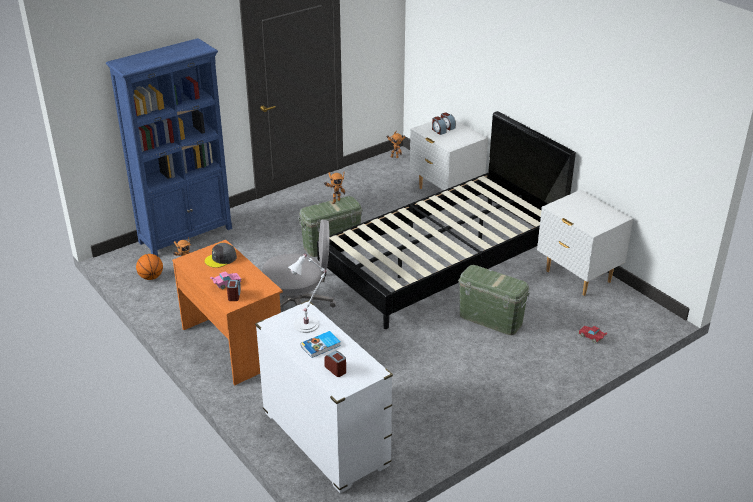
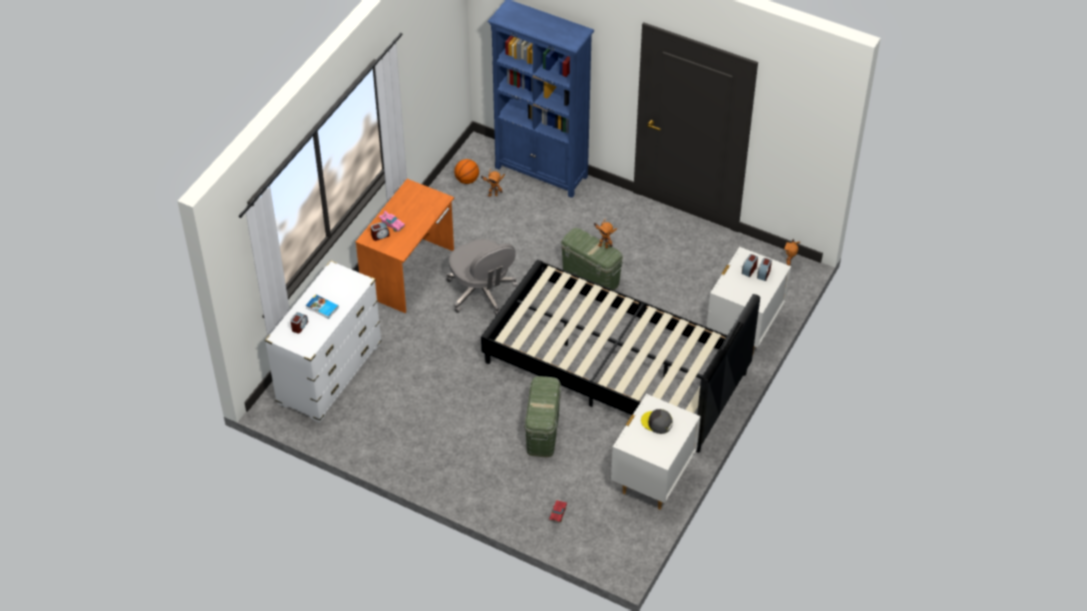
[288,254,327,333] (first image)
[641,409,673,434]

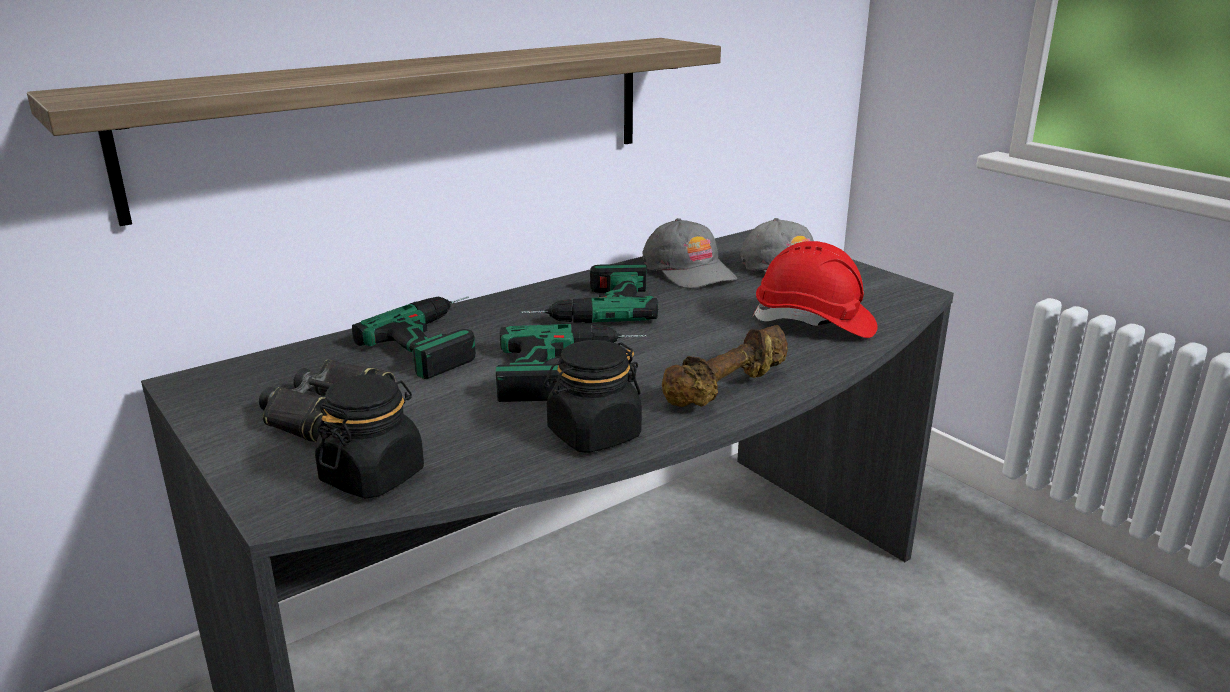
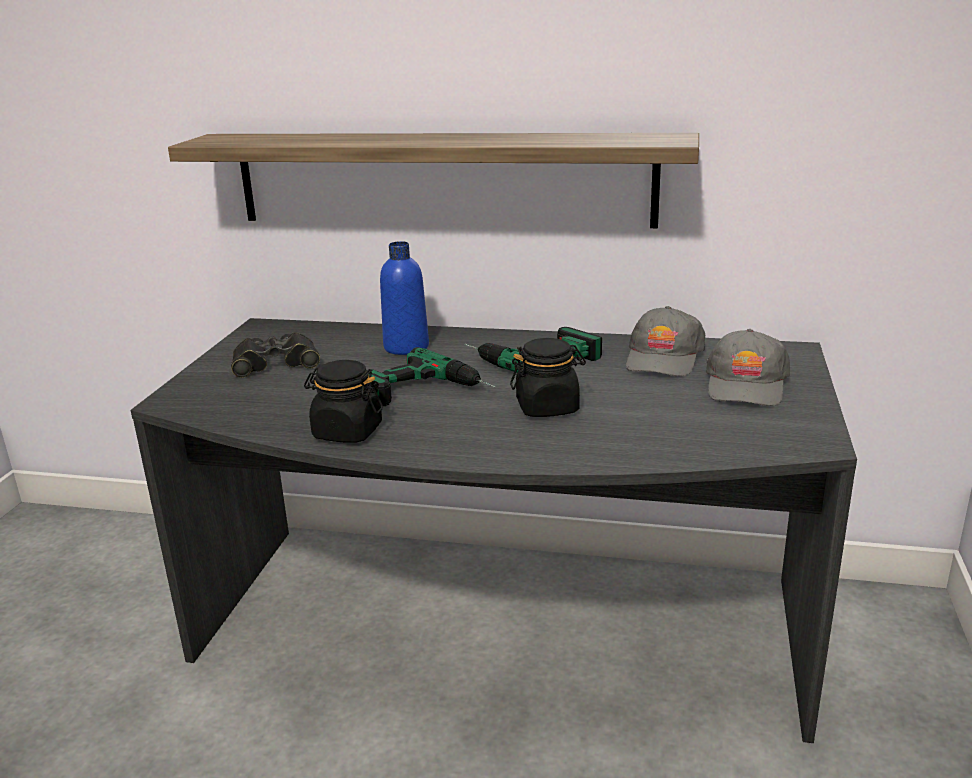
[662,325,788,407] (first image)
[753,241,878,338] (first image)
[510,338,586,417]
[380,241,429,355]

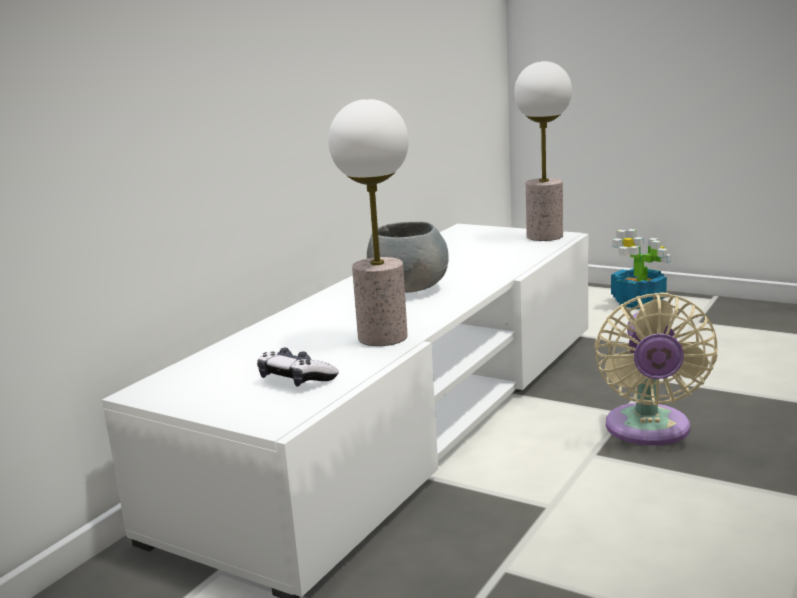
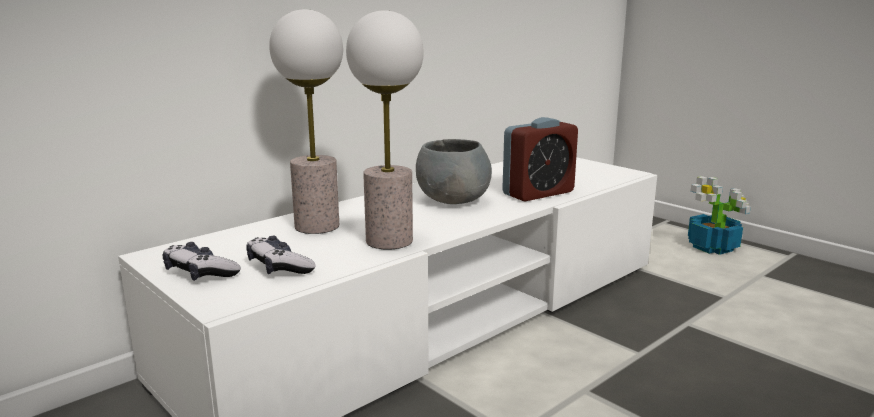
[595,292,718,445] (first image)
[163,242,241,281]
[502,117,578,202]
[269,9,343,234]

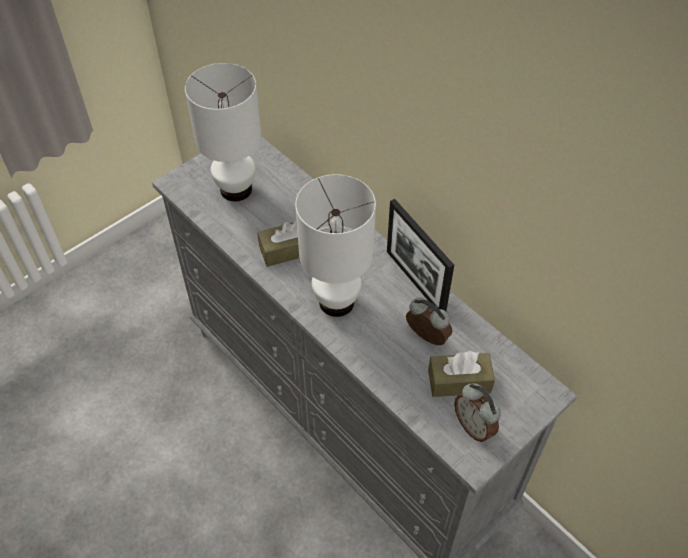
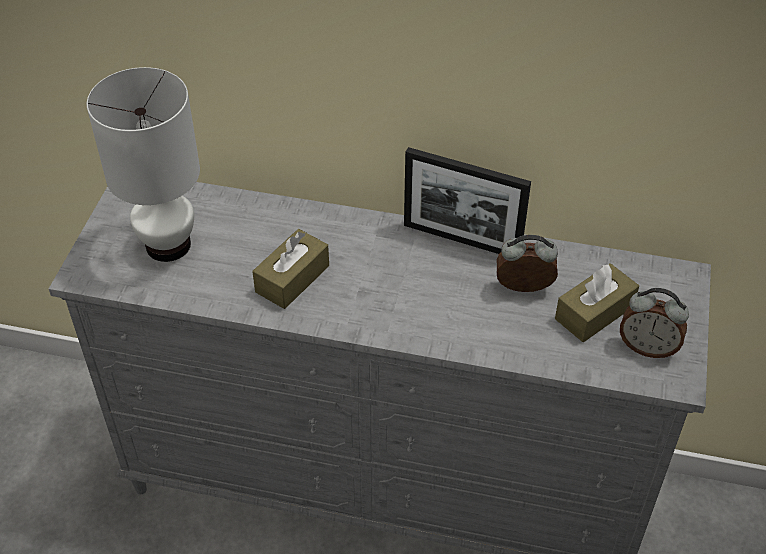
[295,174,376,317] (first image)

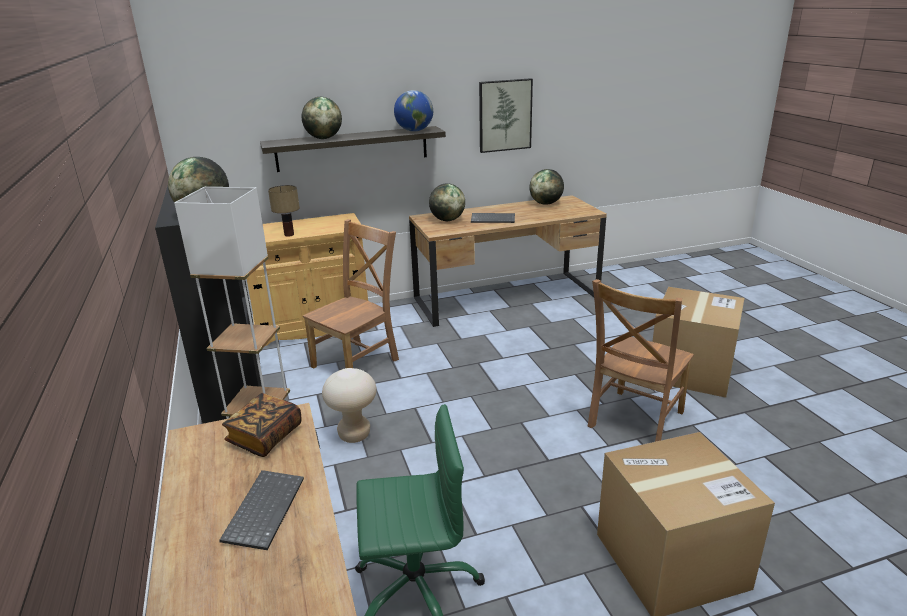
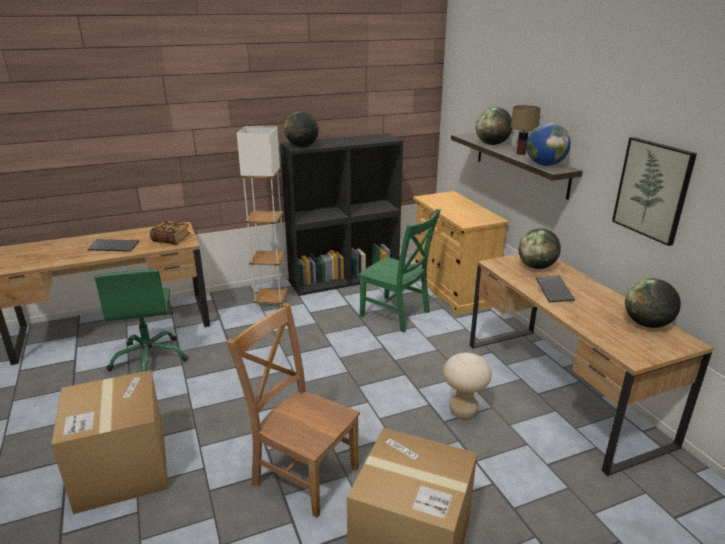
[511,105,541,155]
[443,353,492,419]
[359,209,441,333]

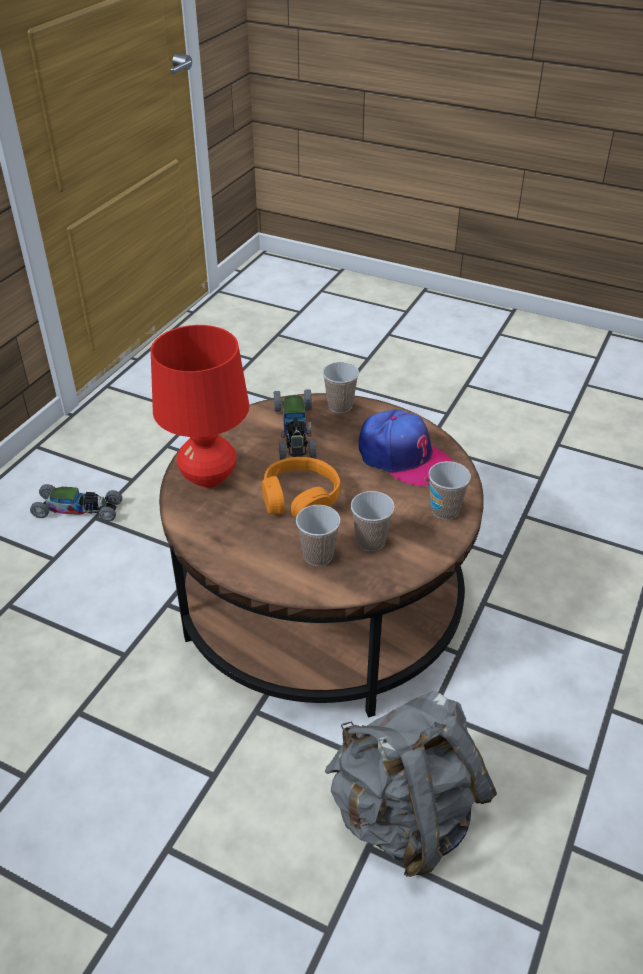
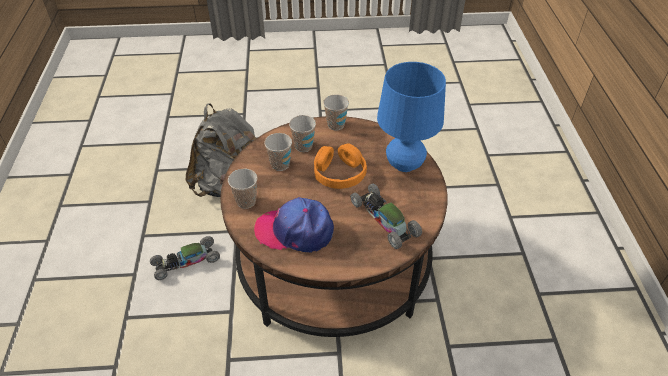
[150,236,220,280]
[323,94,349,130]
[377,62,446,172]

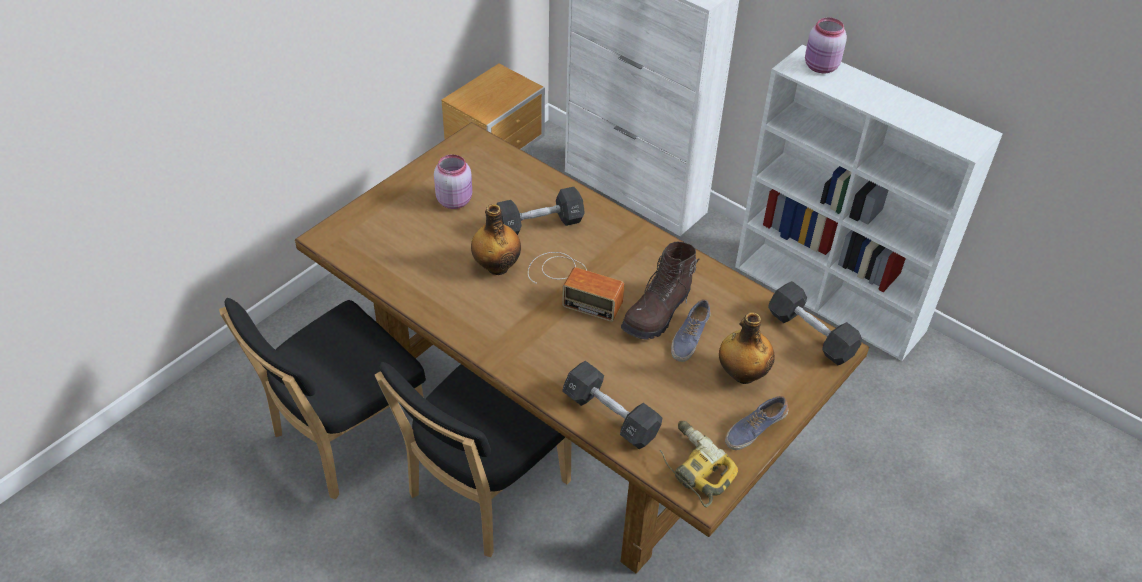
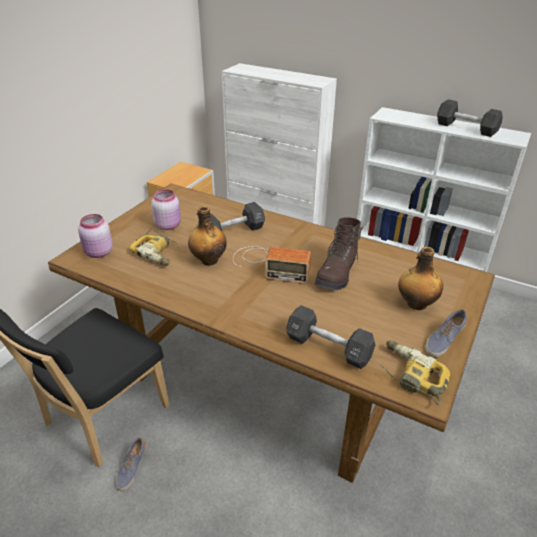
[375,362,571,557] (first image)
[129,228,180,266]
[116,437,147,491]
[437,99,503,137]
[78,214,113,258]

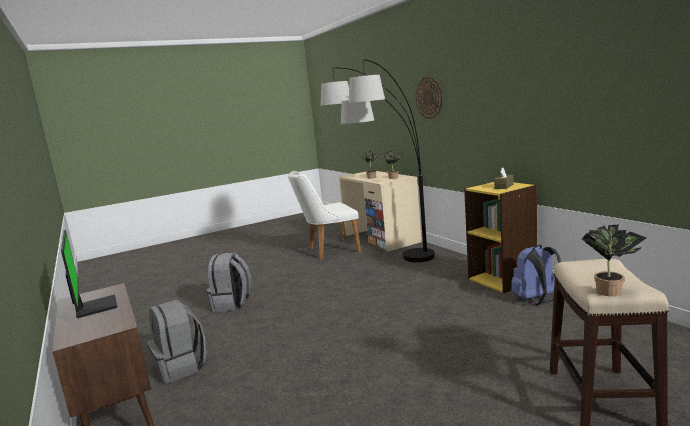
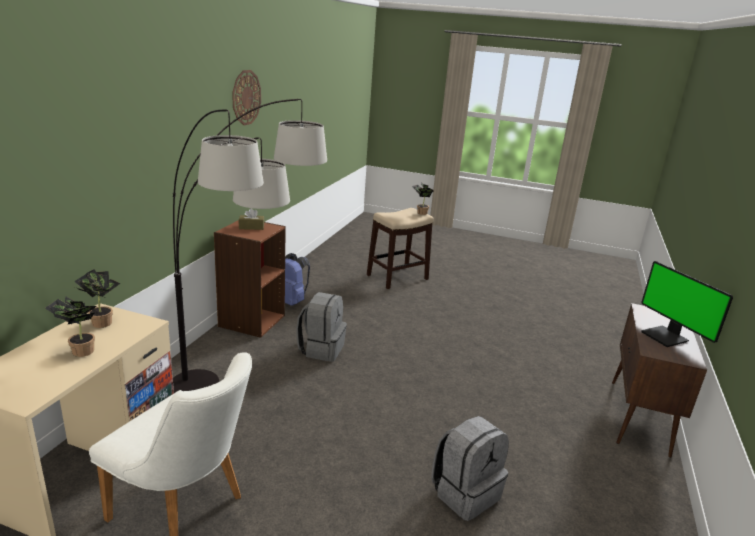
[296,292,347,362]
[232,70,261,125]
[214,220,286,338]
[641,261,733,347]

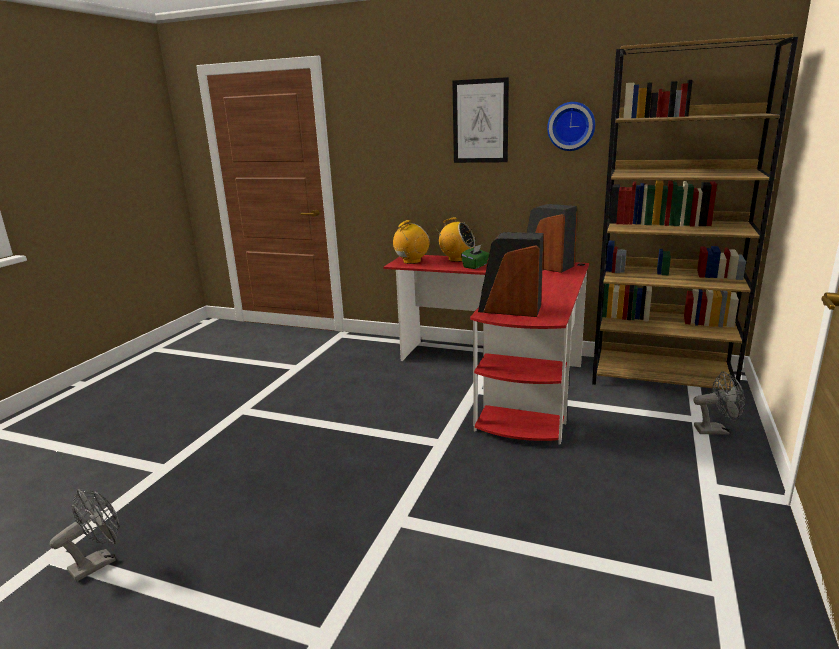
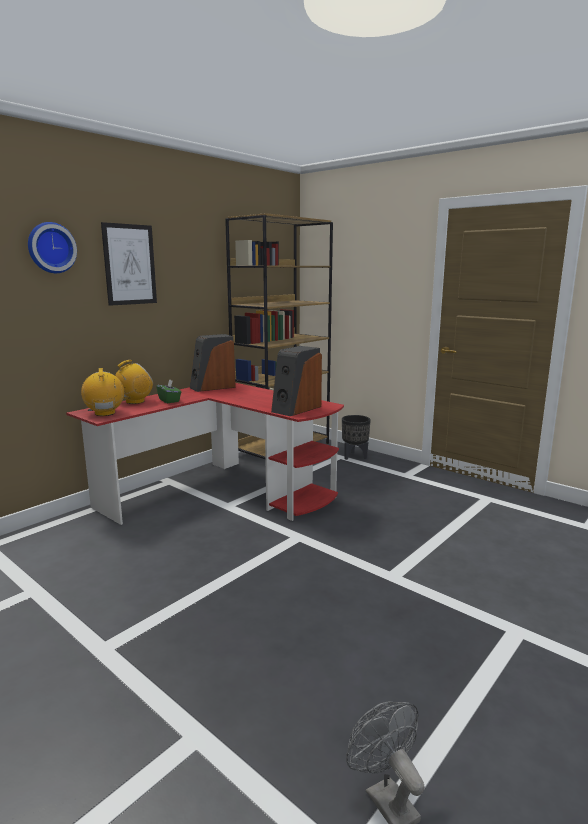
[28,222,77,273]
[342,415,371,460]

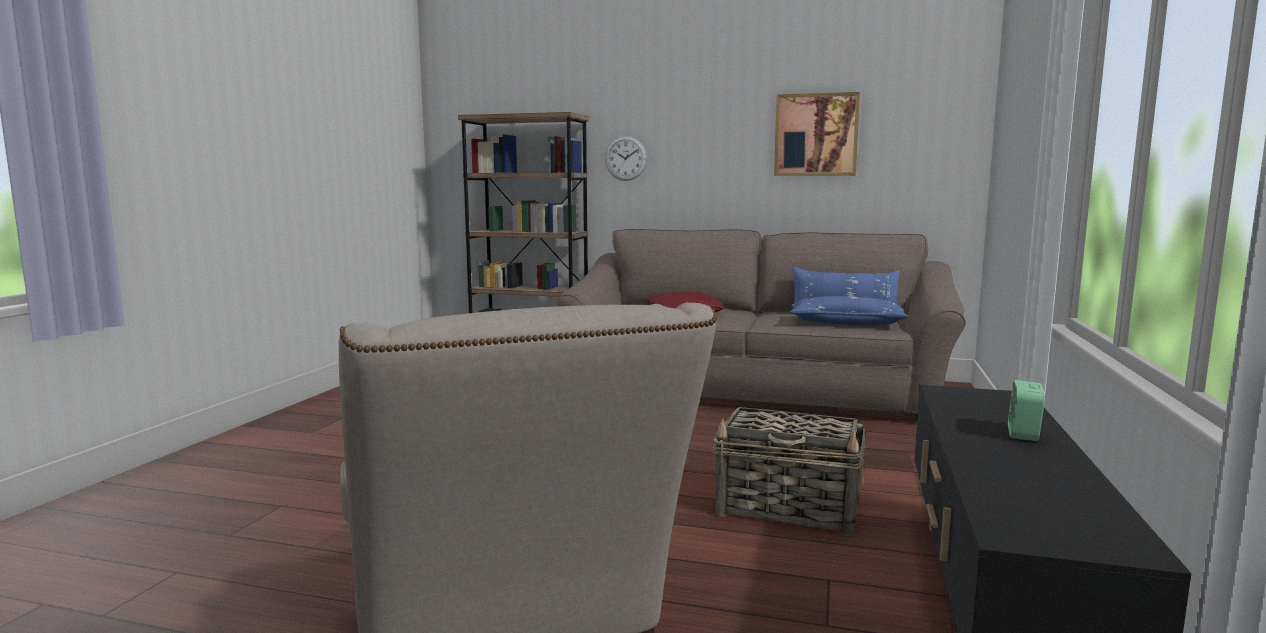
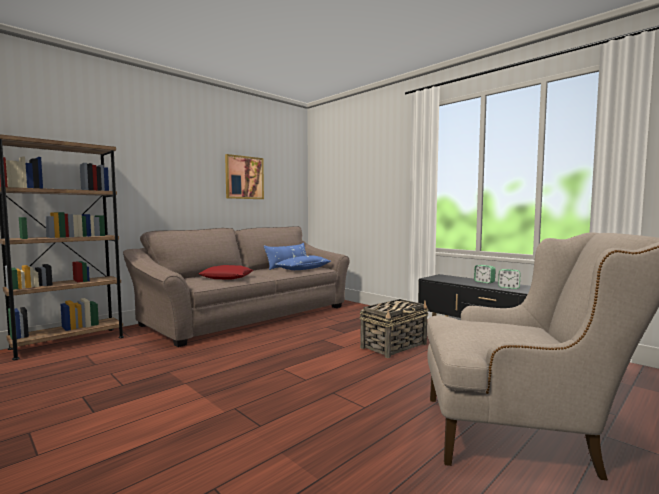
[605,136,647,181] (first image)
[498,269,520,289]

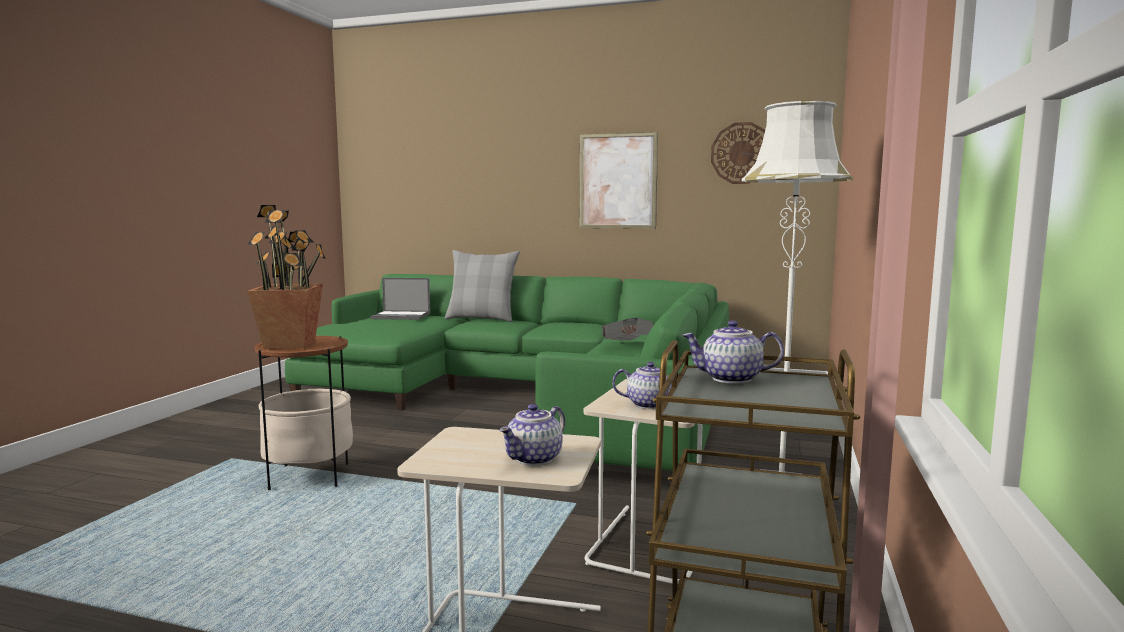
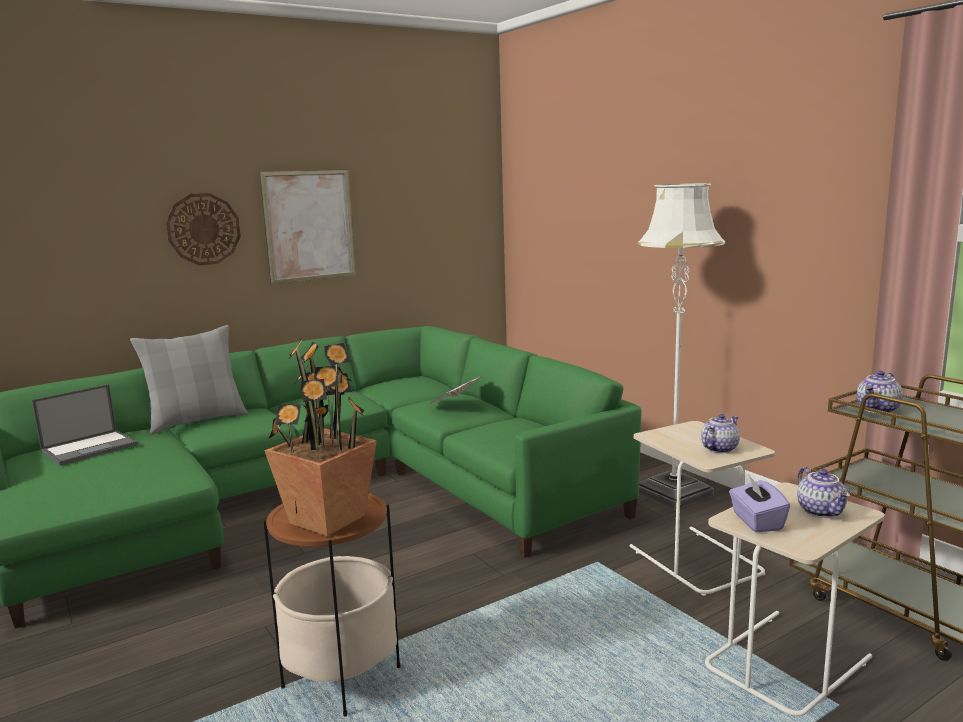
[729,474,790,532]
[166,193,241,265]

